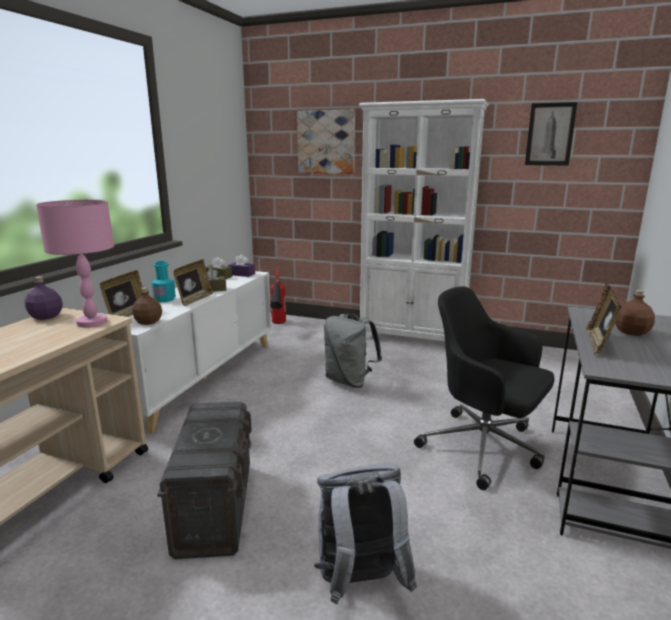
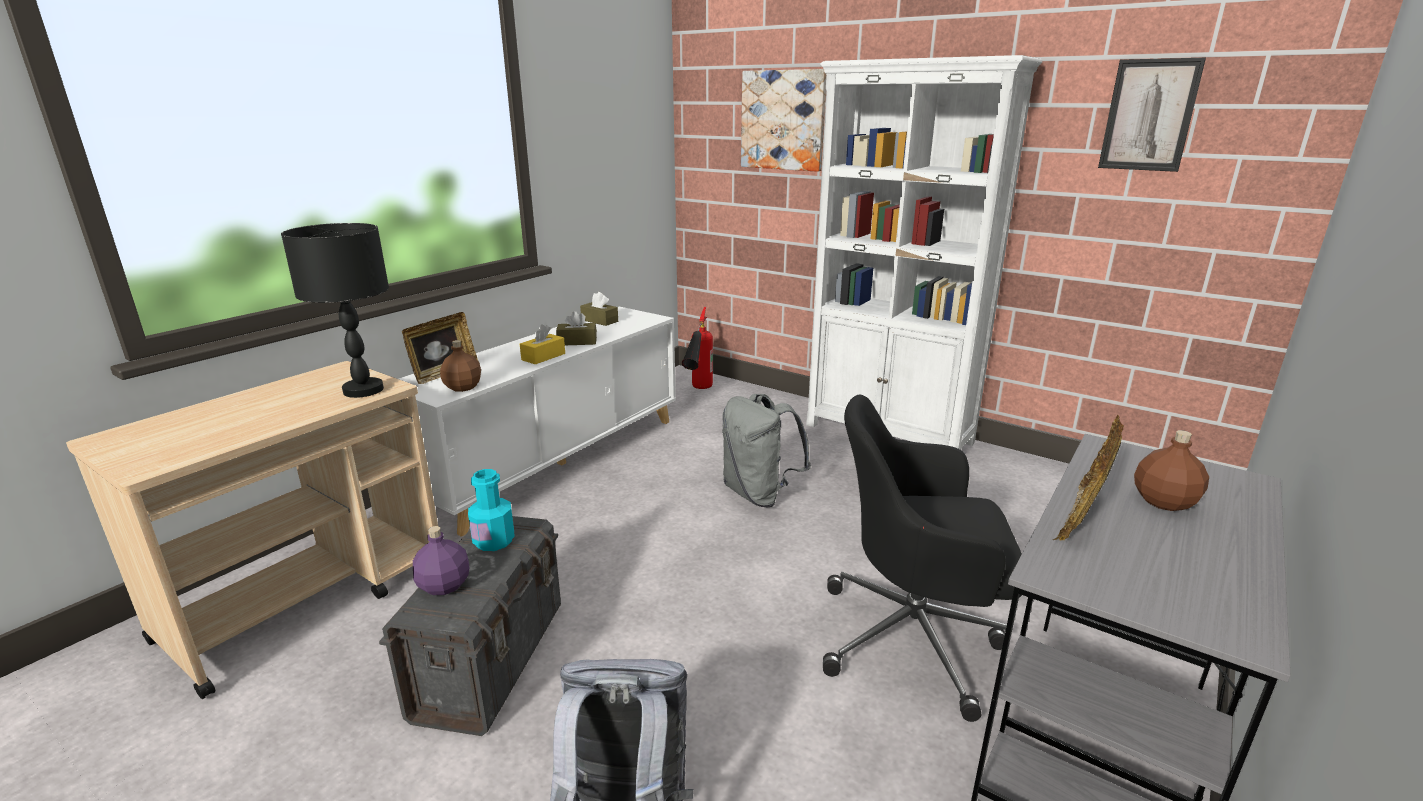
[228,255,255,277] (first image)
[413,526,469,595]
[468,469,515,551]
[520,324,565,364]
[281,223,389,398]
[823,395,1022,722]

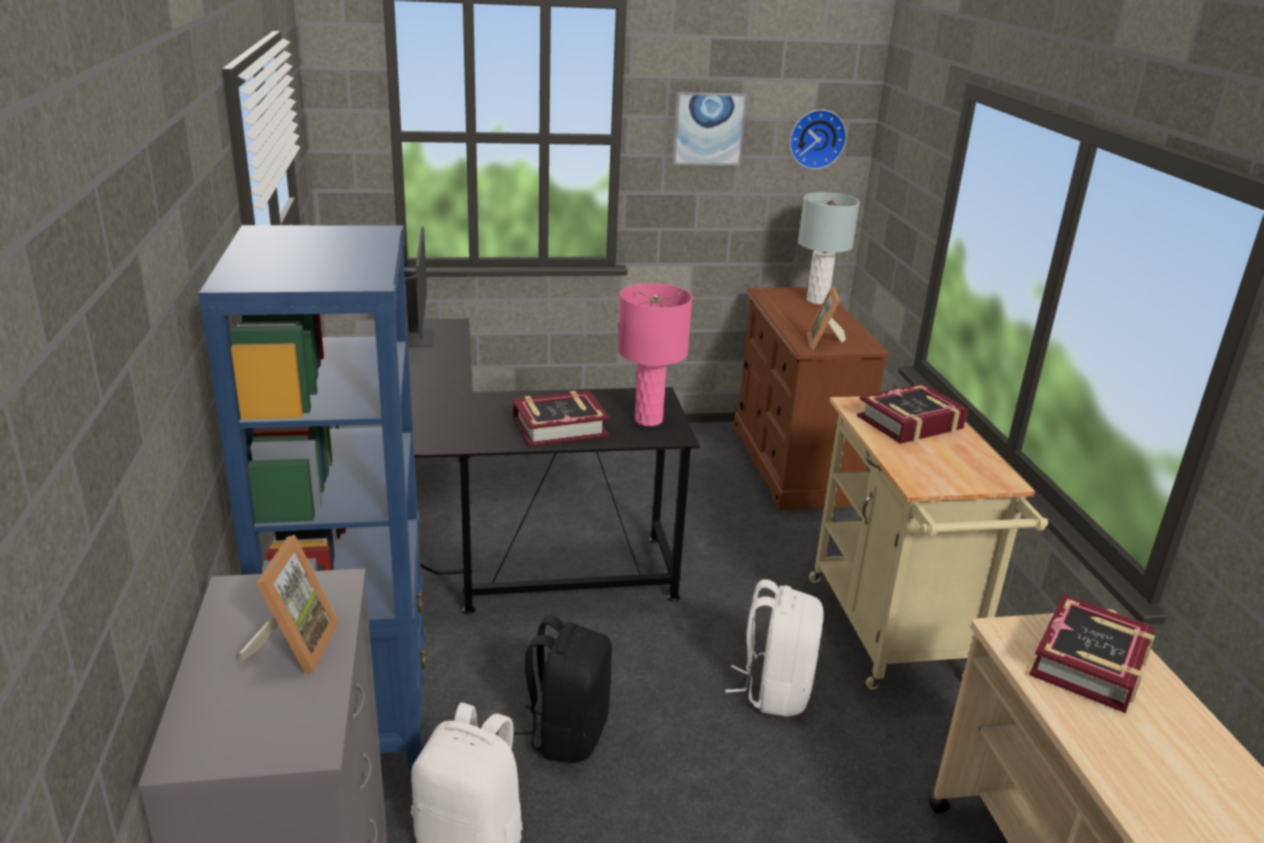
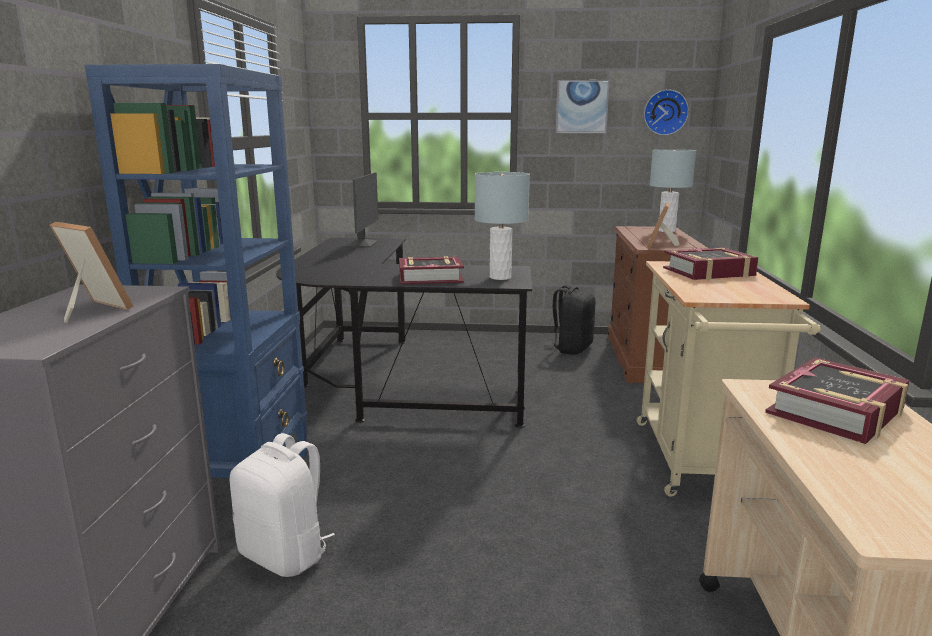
[725,579,824,717] (first image)
[544,285,595,355]
[475,172,530,280]
[50,222,134,323]

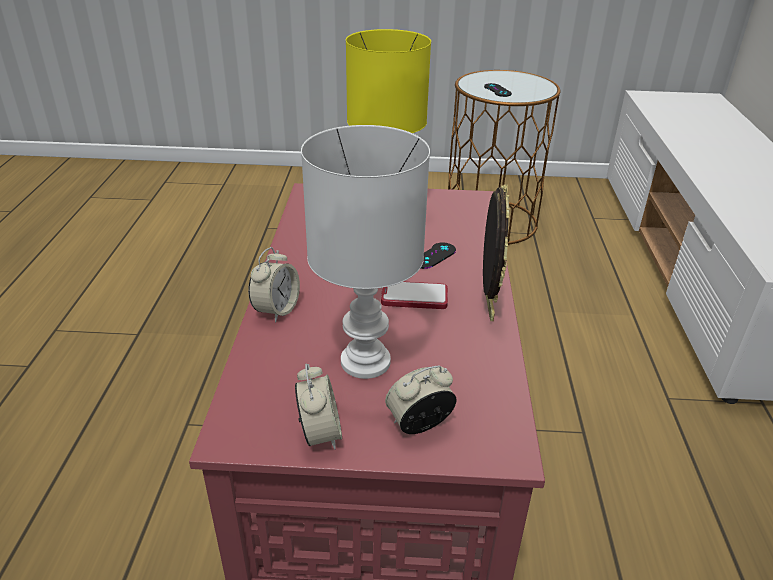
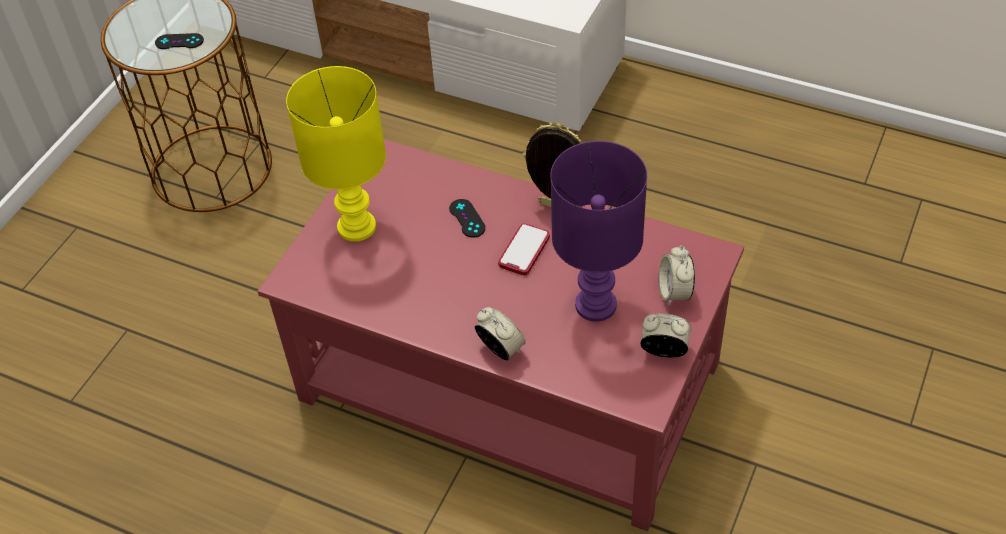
[550,141,647,322]

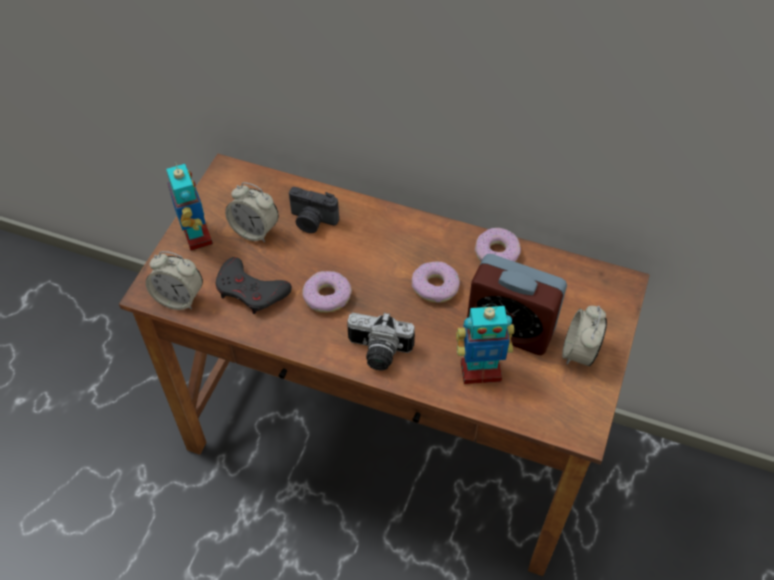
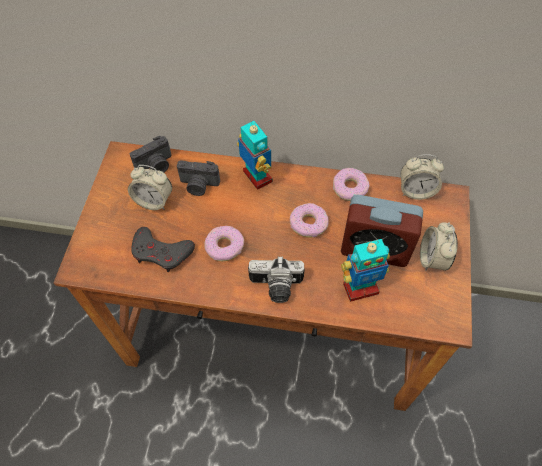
[130,136,172,172]
[400,154,444,200]
[237,120,273,190]

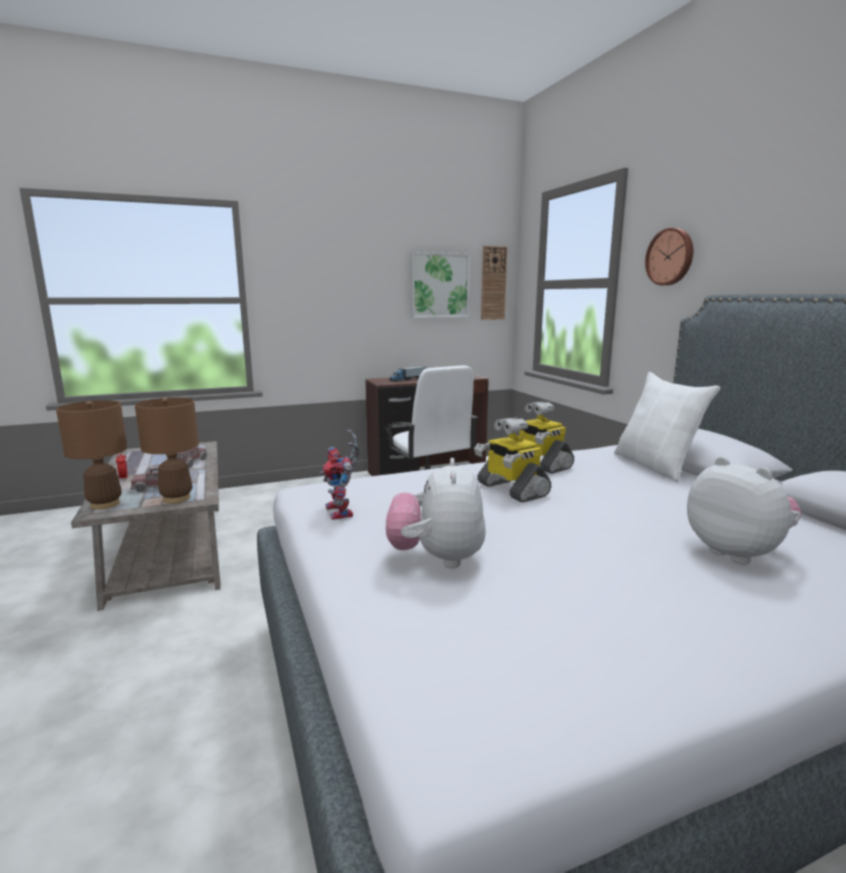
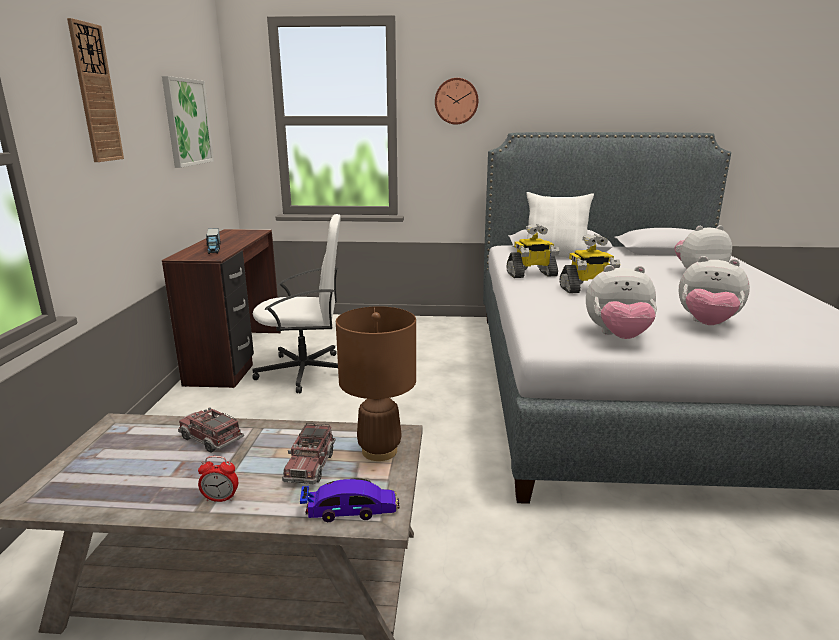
[67,18,124,162]
[300,478,399,522]
[586,265,657,339]

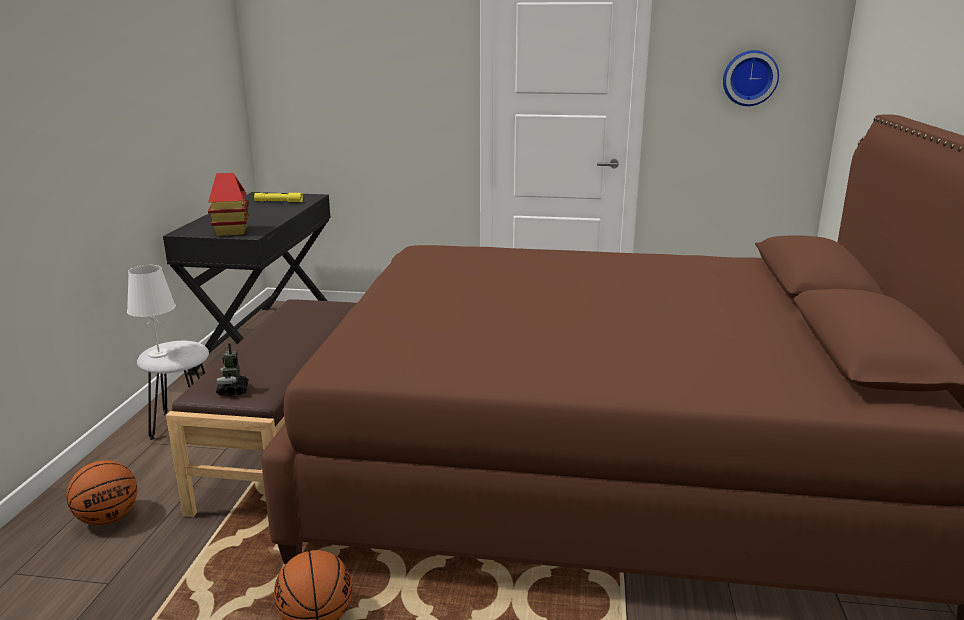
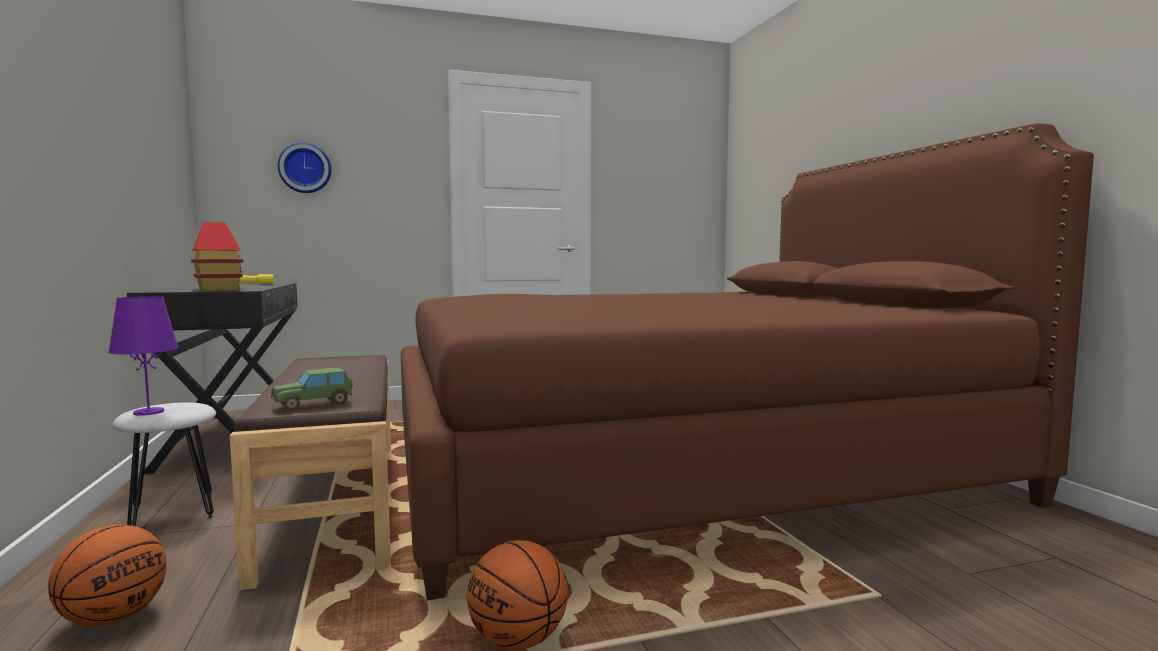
[278,143,331,193]
[271,367,353,411]
[108,296,179,416]

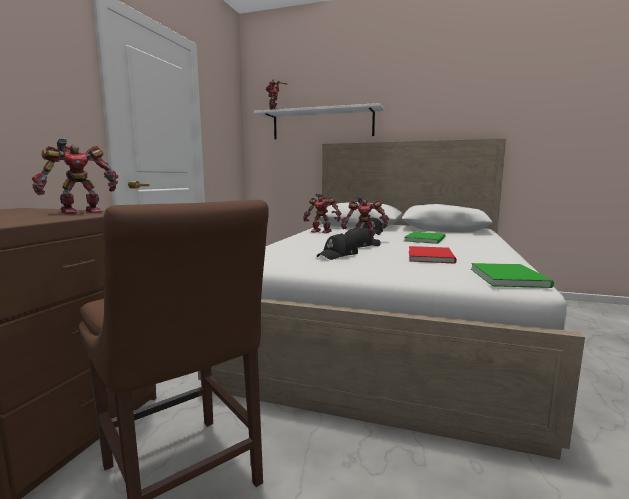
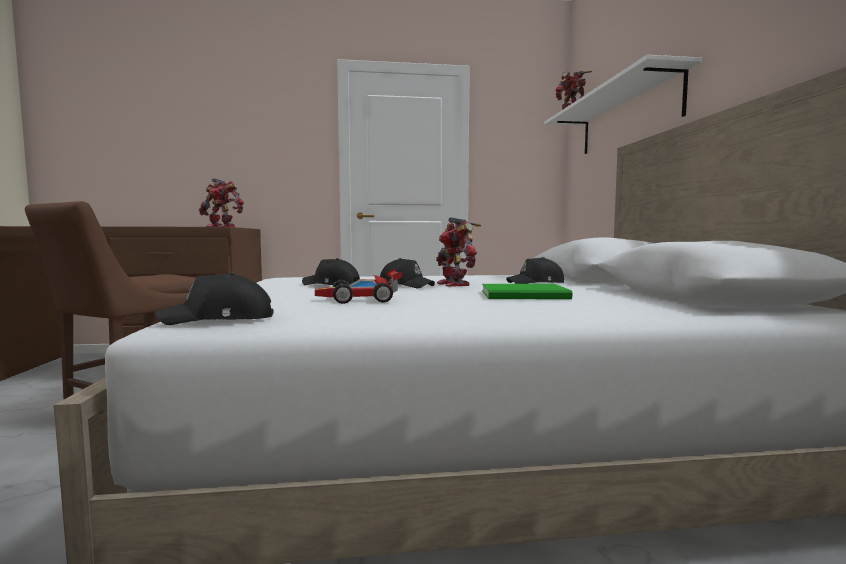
[303,193,341,233] (first image)
[315,269,402,304]
[155,273,273,325]

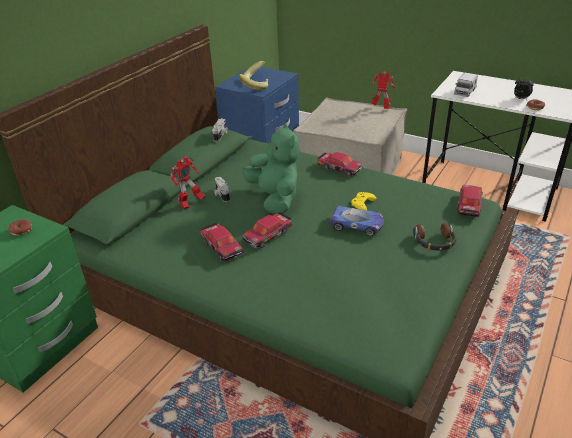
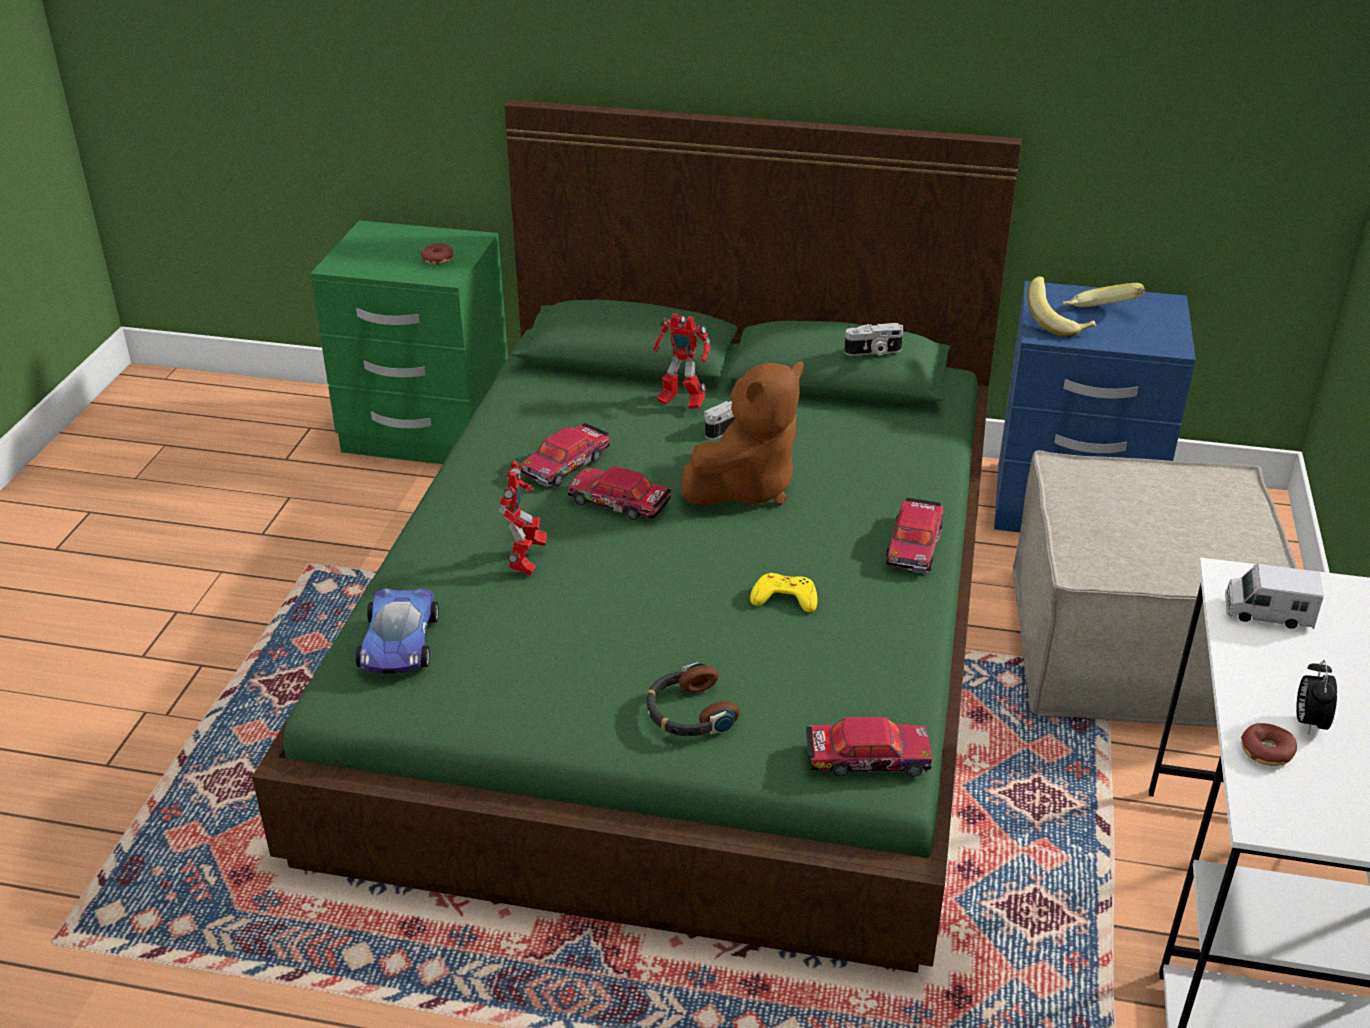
[355,588,439,673]
[499,460,547,576]
[681,361,803,506]

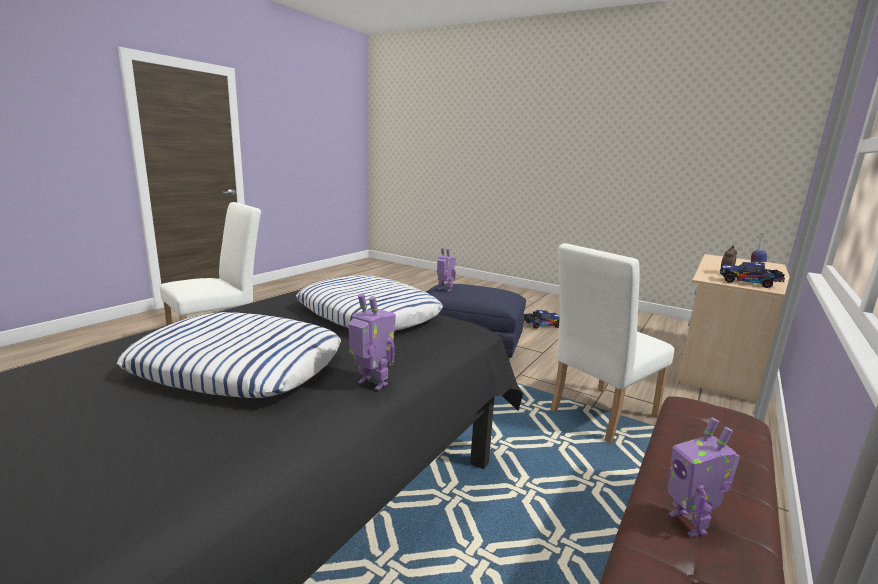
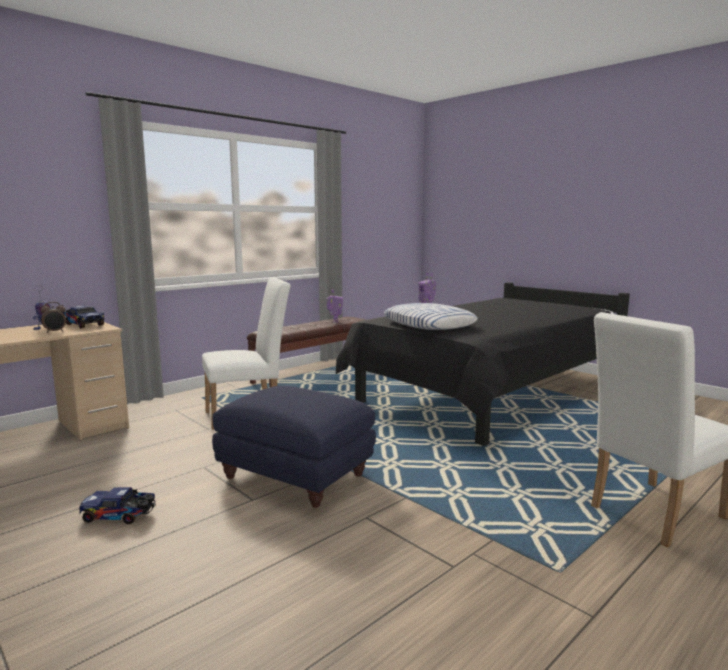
[117,312,341,398] (first image)
[437,247,456,292] (first image)

